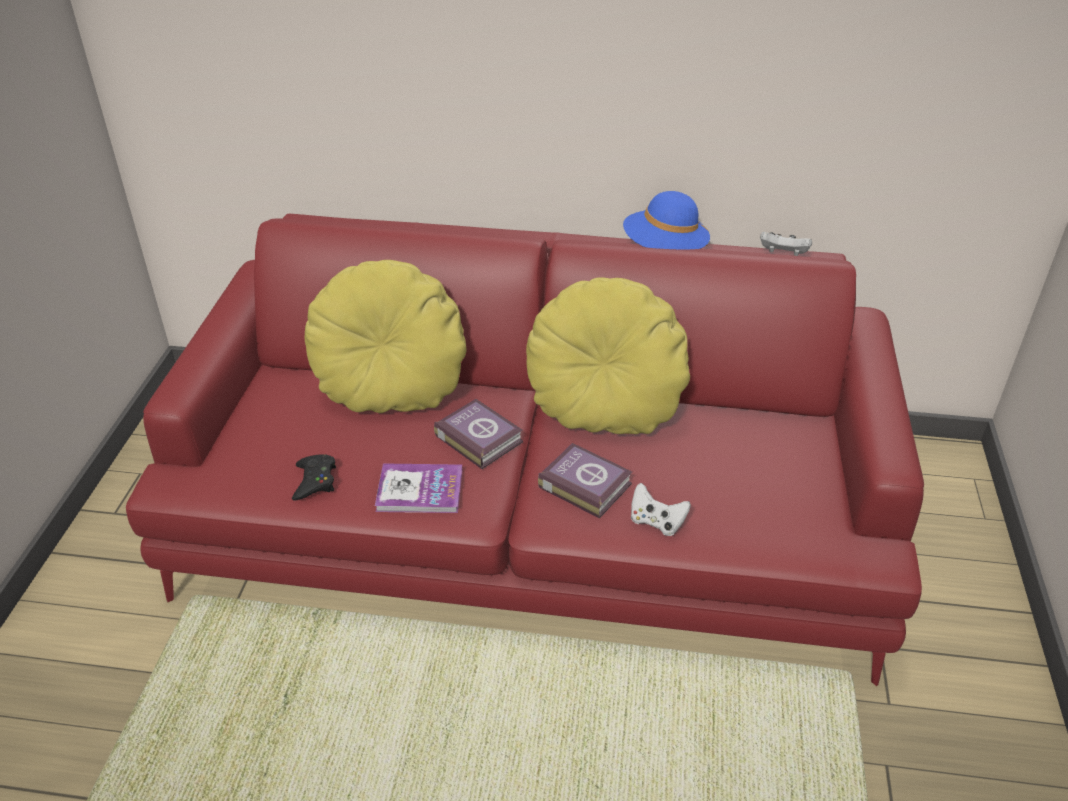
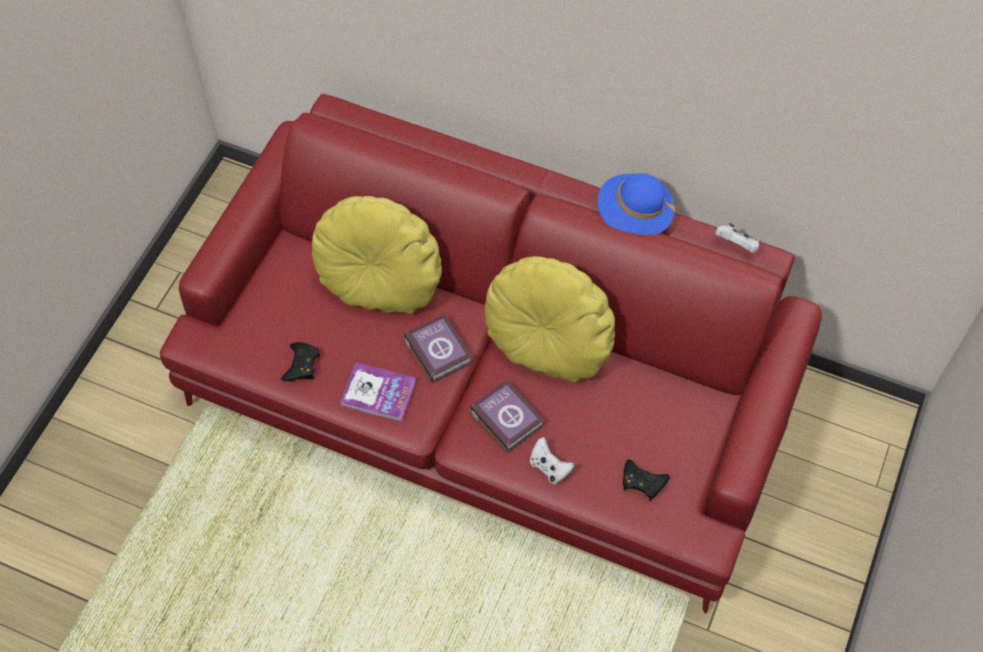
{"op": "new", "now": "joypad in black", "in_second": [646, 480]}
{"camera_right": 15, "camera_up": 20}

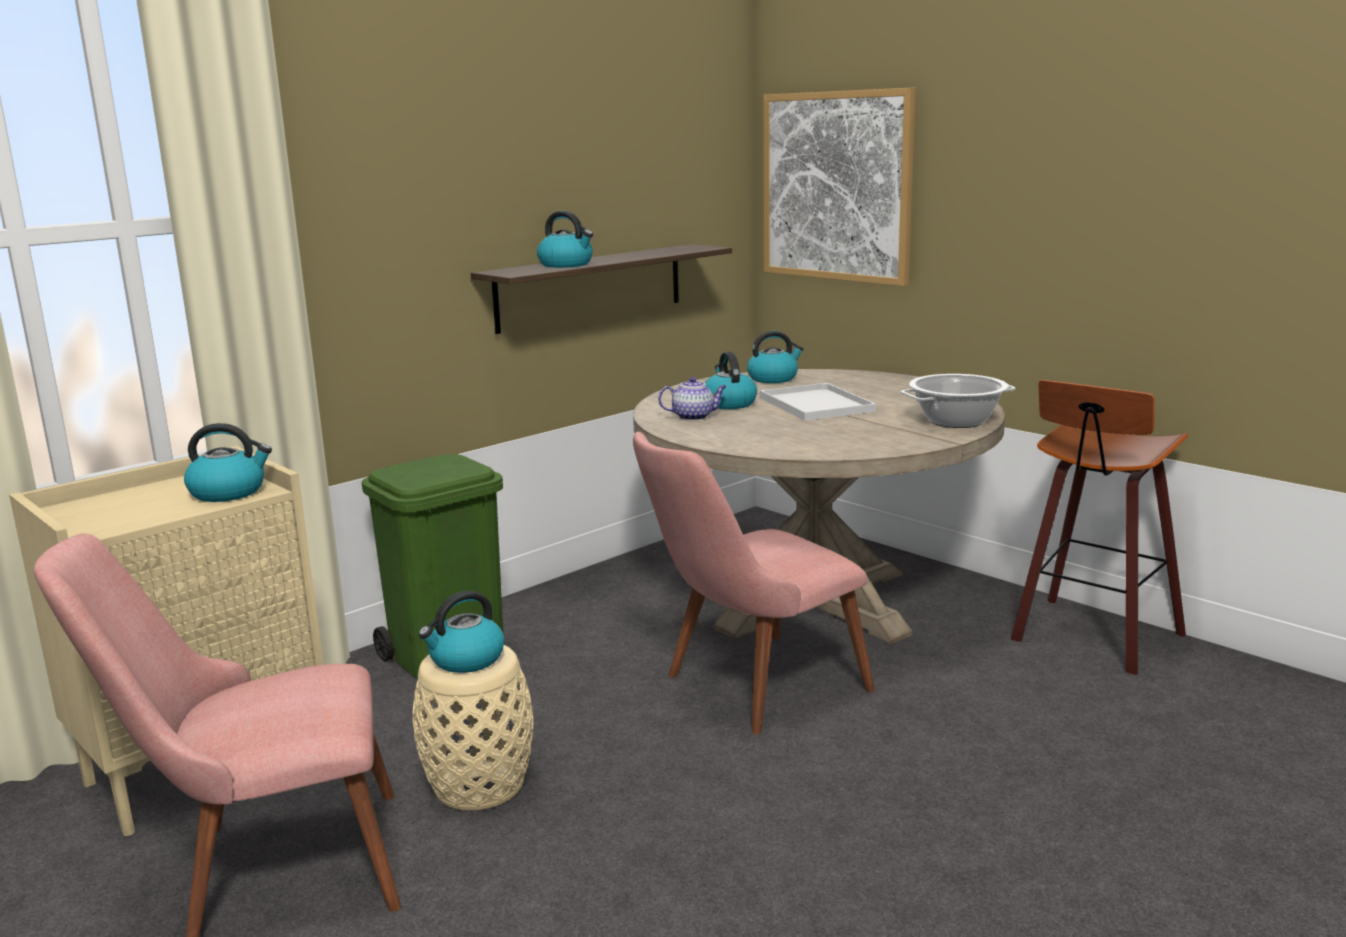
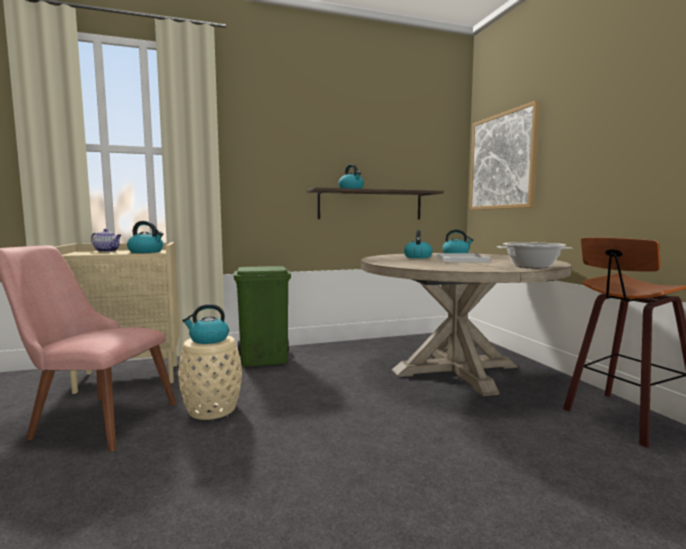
{"op": "shifted", "was": "pot for tea", "in_first": [692, 399], "in_second": [106, 240]}
{"op": "gone", "was": "upright chair in pink-coloured", "in_first": [754, 583]}
{"camera_right": 25, "camera_up": -10}

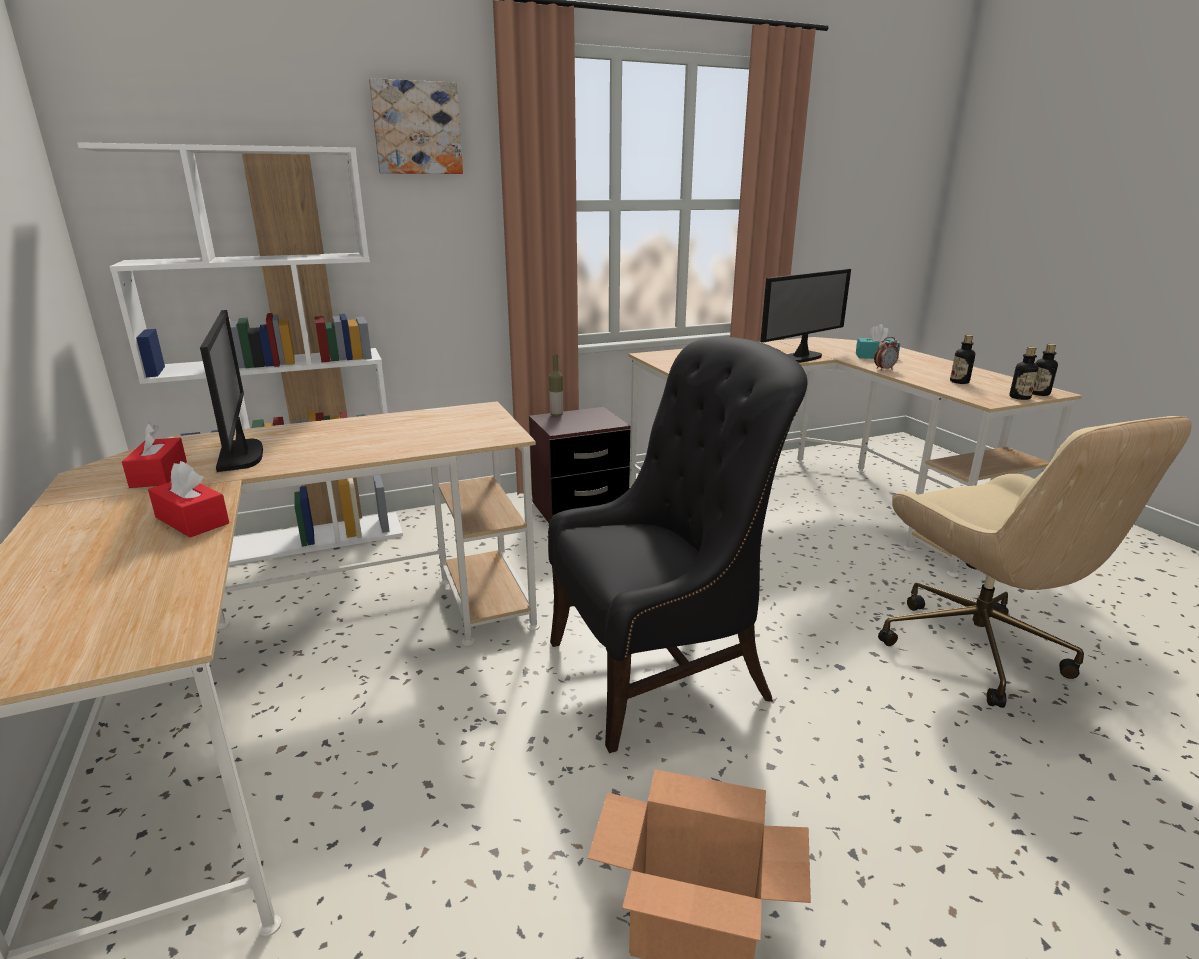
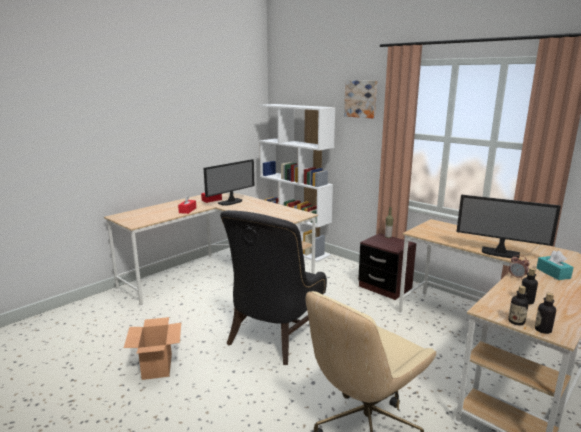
{"op": "rotated", "was": "upright chair in black", "in_first": [678, 545], "in_second": [273, 287], "clockwise": 75}
{"camera_right": 65, "camera_up": -5}

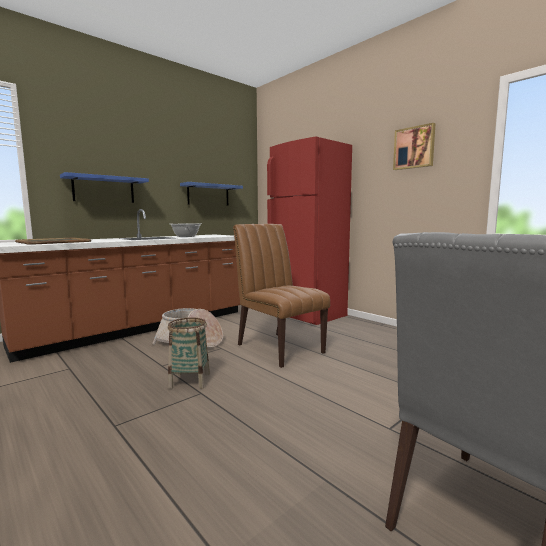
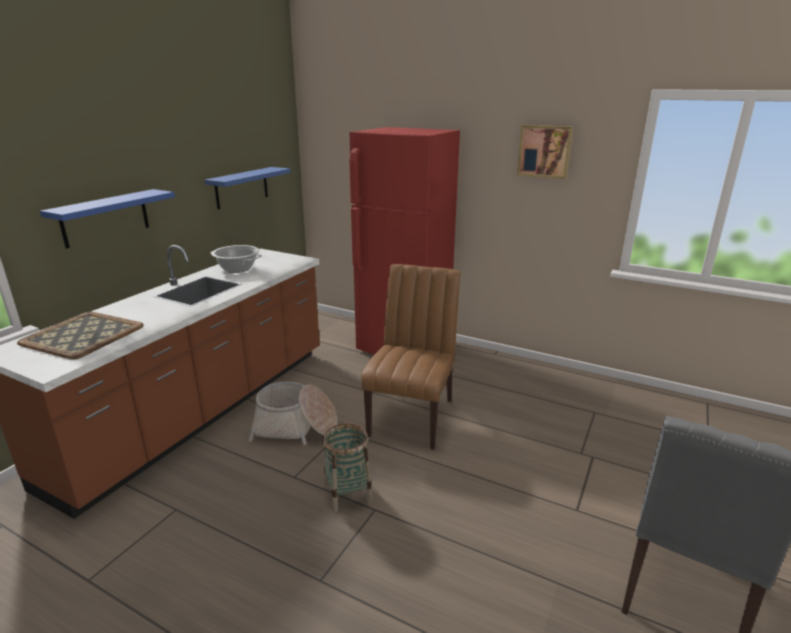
{"op": "rotated", "was": "upright chair in brownish", "in_first": [281, 296], "in_second": [411, 357], "clockwise": 75}
{"camera_right": -20, "camera_up": 15}

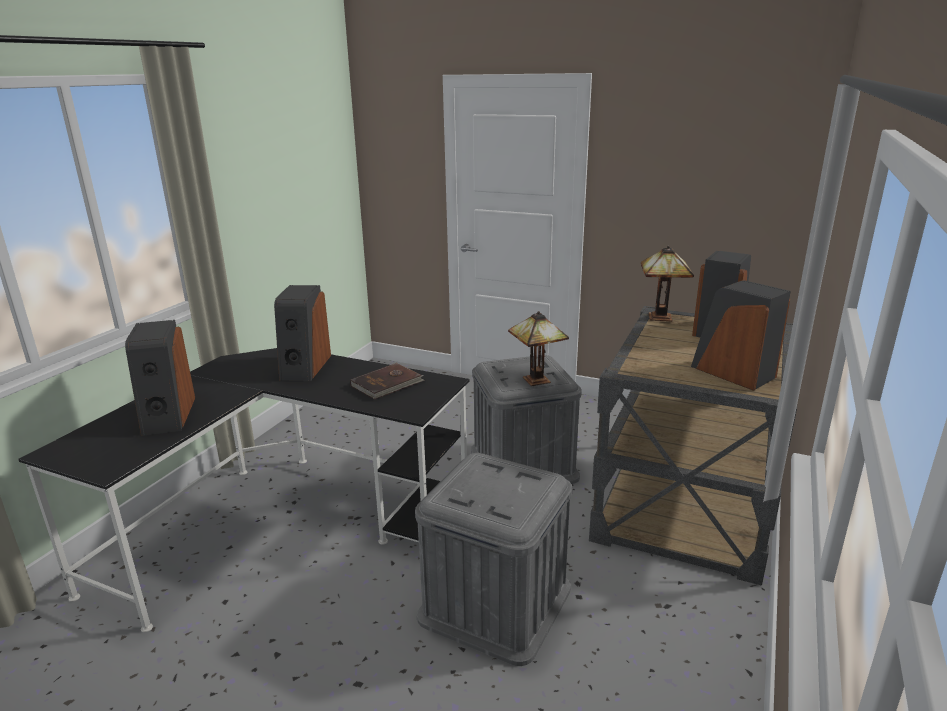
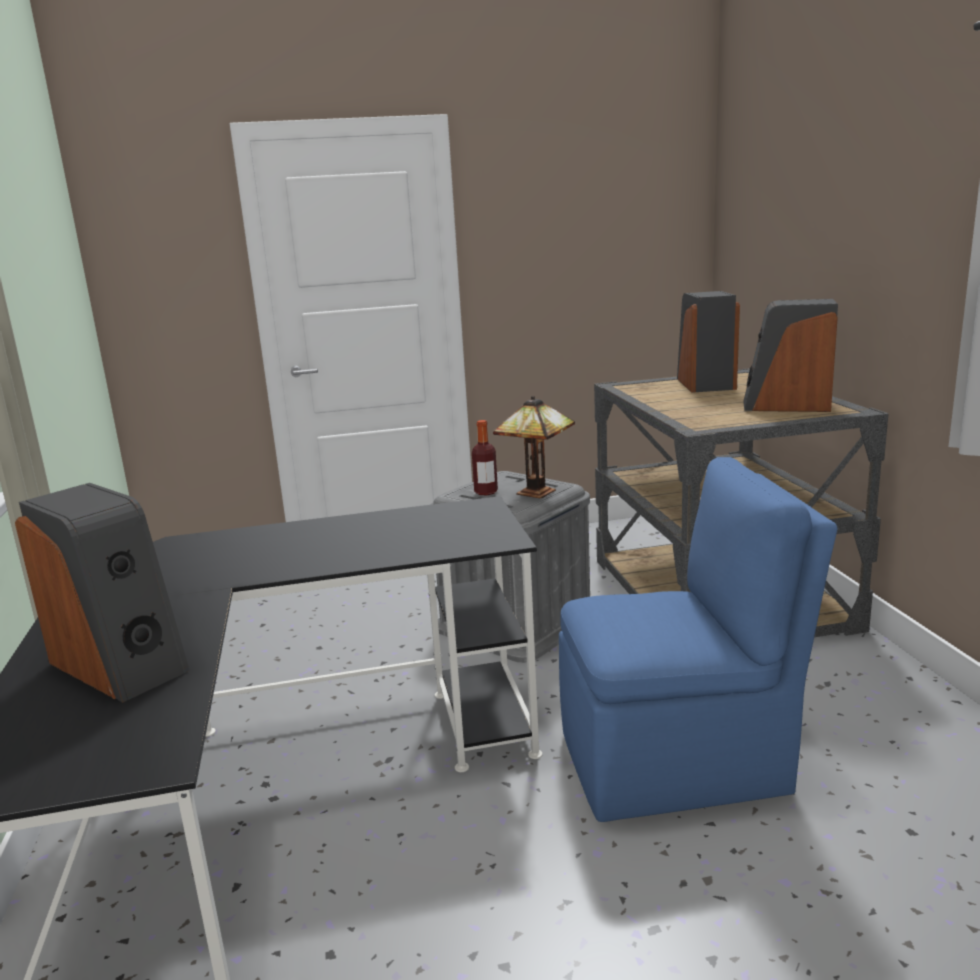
{"op": "new", "now": "drink bottle", "in_second": [485, 457]}
{"op": "swapped", "was": "storage bin in grey", "now": "upright chair in blue", "in_first": [493, 559], "in_second": [698, 639]}
{"op": "gone", "was": "audio speaker", "in_first": [302, 333]}
{"op": "gone", "was": "book in brownish", "in_first": [387, 381]}
{"op": "gone", "was": "table lamp", "in_first": [667, 283]}
{"camera_right": -35, "camera_up": -5}

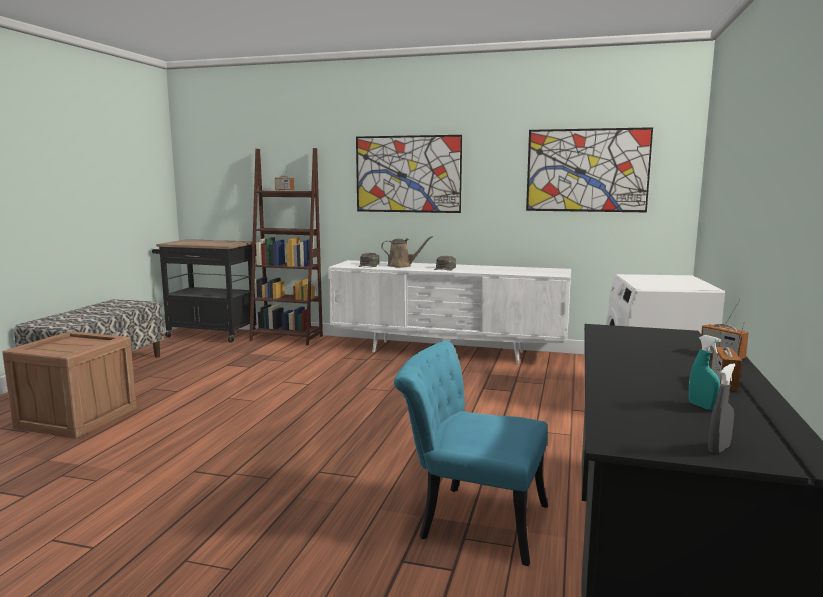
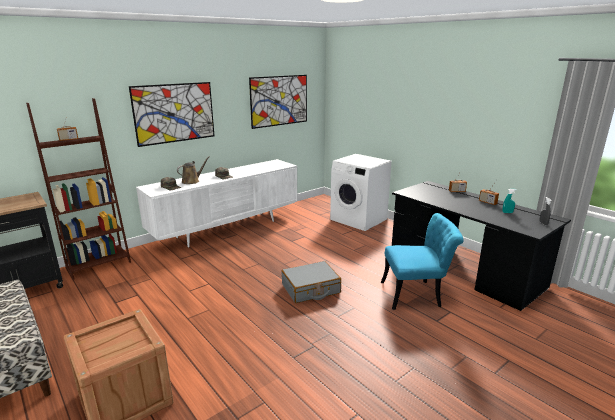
{"op": "new", "now": "travel case in grey", "in_second": [311, 282]}
{"op": "rotated", "was": "upright chair in turquoise", "in_first": [471, 453], "in_second": [422, 261], "clockwise": -150}
{"camera_right": -55, "camera_up": 10}

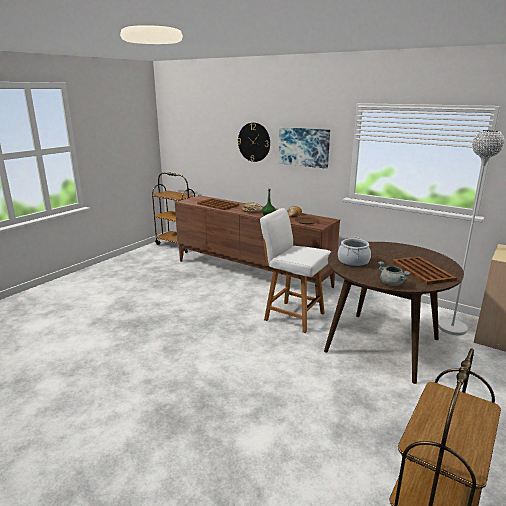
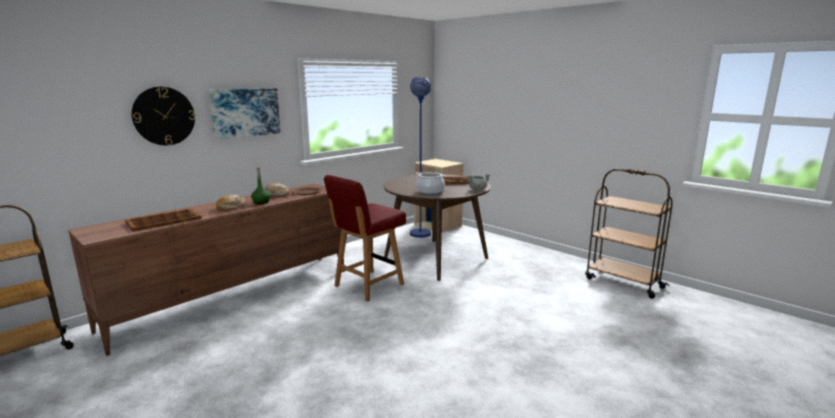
{"op": "repainted", "was": "upright chair in whitish", "now": "upright chair in reddish", "in_first": [295, 270], "in_second": [365, 238]}
{"op": "repainted", "was": "standing lamp in whitish", "now": "standing lamp in blue", "in_first": [471, 232], "in_second": [420, 157]}
{"camera_right": -80, "camera_up": -5}

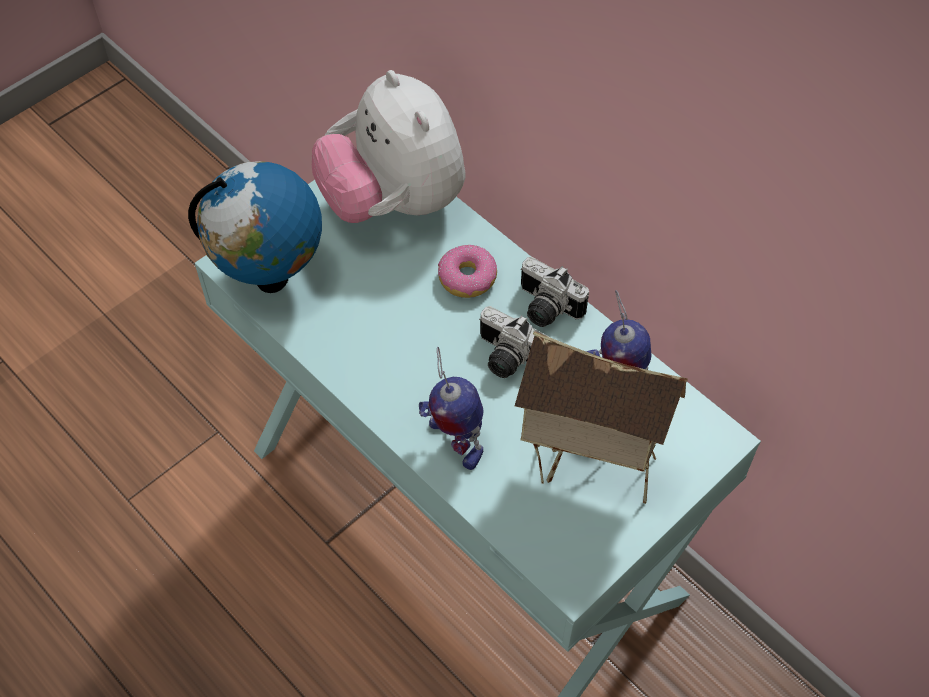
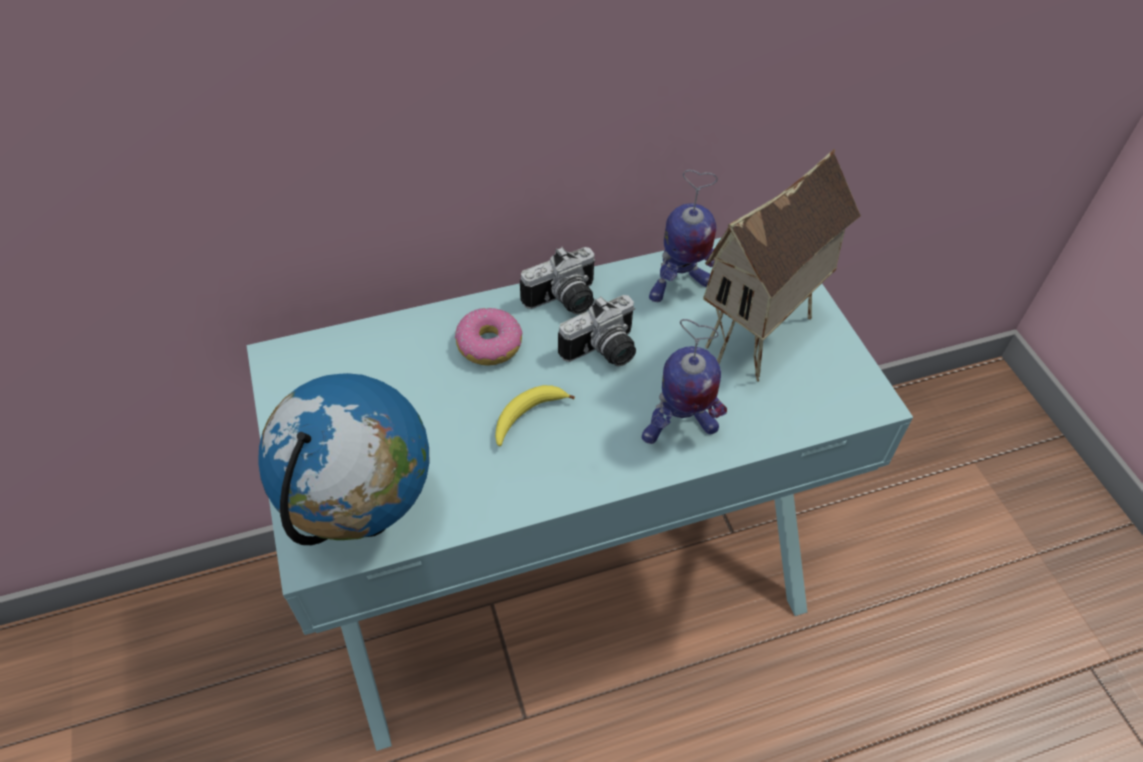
{"op": "new", "now": "banana", "in_second": [535, 415]}
{"op": "gone", "was": "soft toy", "in_first": [388, 146]}
{"camera_right": -65, "camera_up": -5}

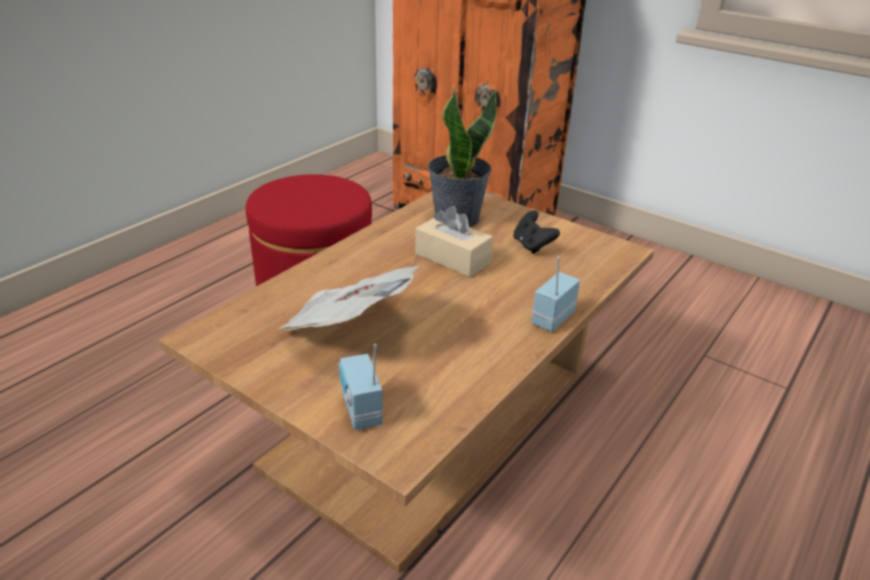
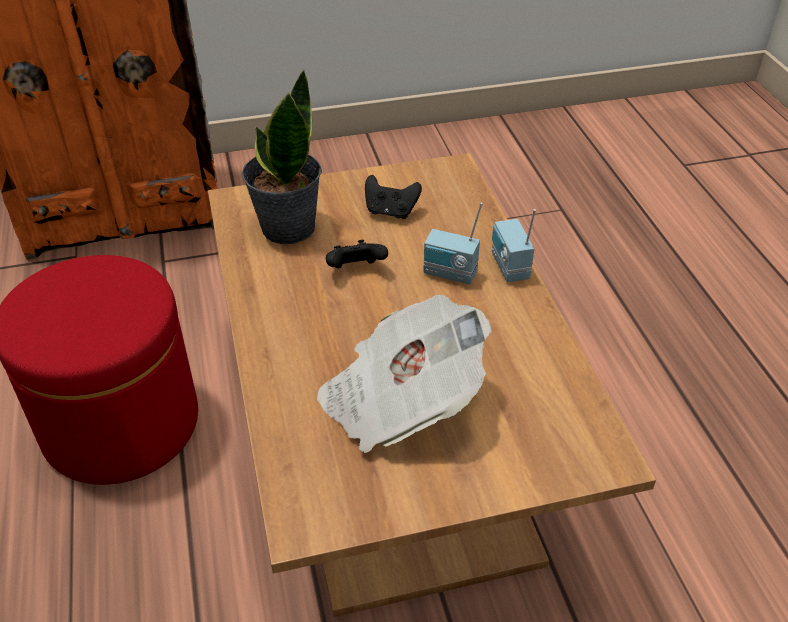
{"op": "swapped", "was": "tissue holder in sand-coloured", "now": "joypad in black", "in_first": [454, 241], "in_second": [357, 254]}
{"op": "shifted", "was": "radio", "in_first": [361, 387], "in_second": [453, 243]}
{"camera_right": -50, "camera_up": 10}

